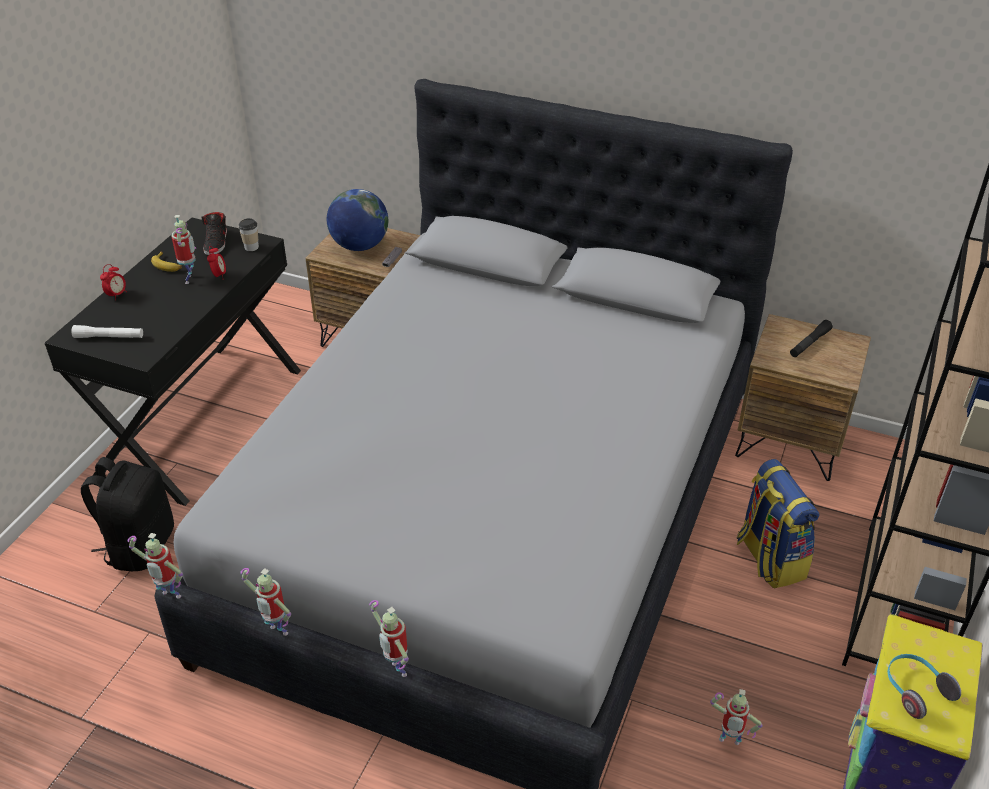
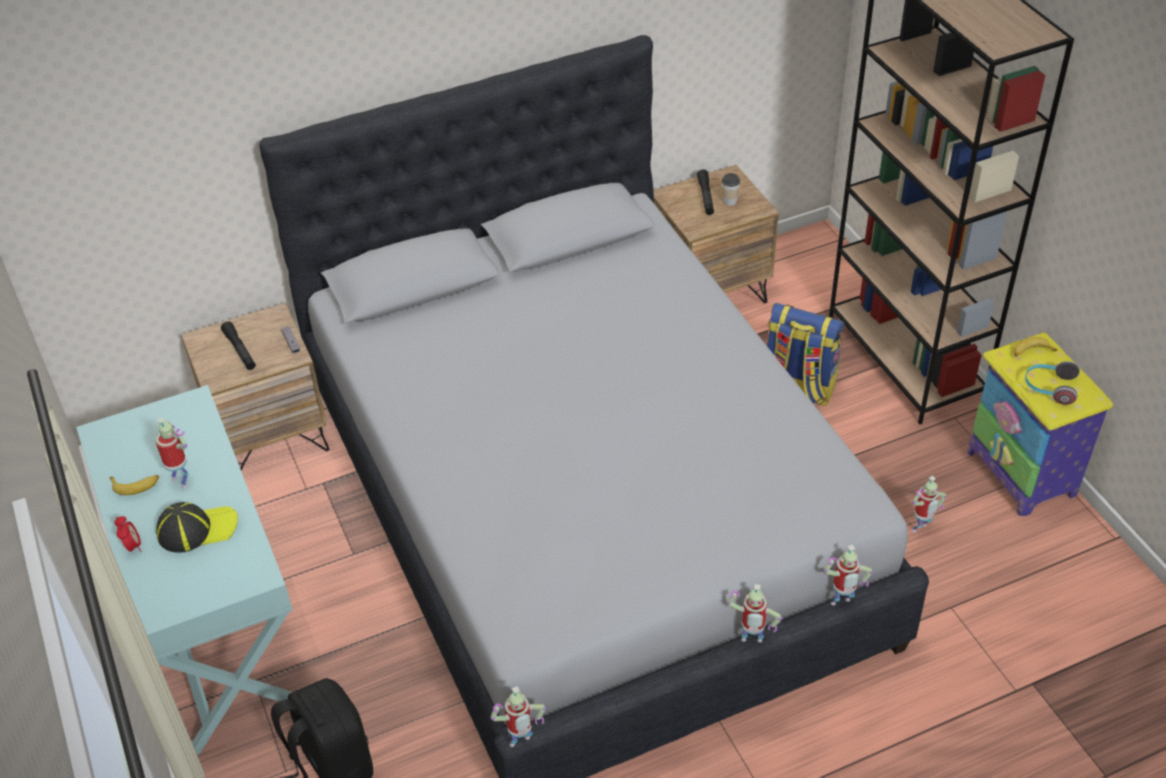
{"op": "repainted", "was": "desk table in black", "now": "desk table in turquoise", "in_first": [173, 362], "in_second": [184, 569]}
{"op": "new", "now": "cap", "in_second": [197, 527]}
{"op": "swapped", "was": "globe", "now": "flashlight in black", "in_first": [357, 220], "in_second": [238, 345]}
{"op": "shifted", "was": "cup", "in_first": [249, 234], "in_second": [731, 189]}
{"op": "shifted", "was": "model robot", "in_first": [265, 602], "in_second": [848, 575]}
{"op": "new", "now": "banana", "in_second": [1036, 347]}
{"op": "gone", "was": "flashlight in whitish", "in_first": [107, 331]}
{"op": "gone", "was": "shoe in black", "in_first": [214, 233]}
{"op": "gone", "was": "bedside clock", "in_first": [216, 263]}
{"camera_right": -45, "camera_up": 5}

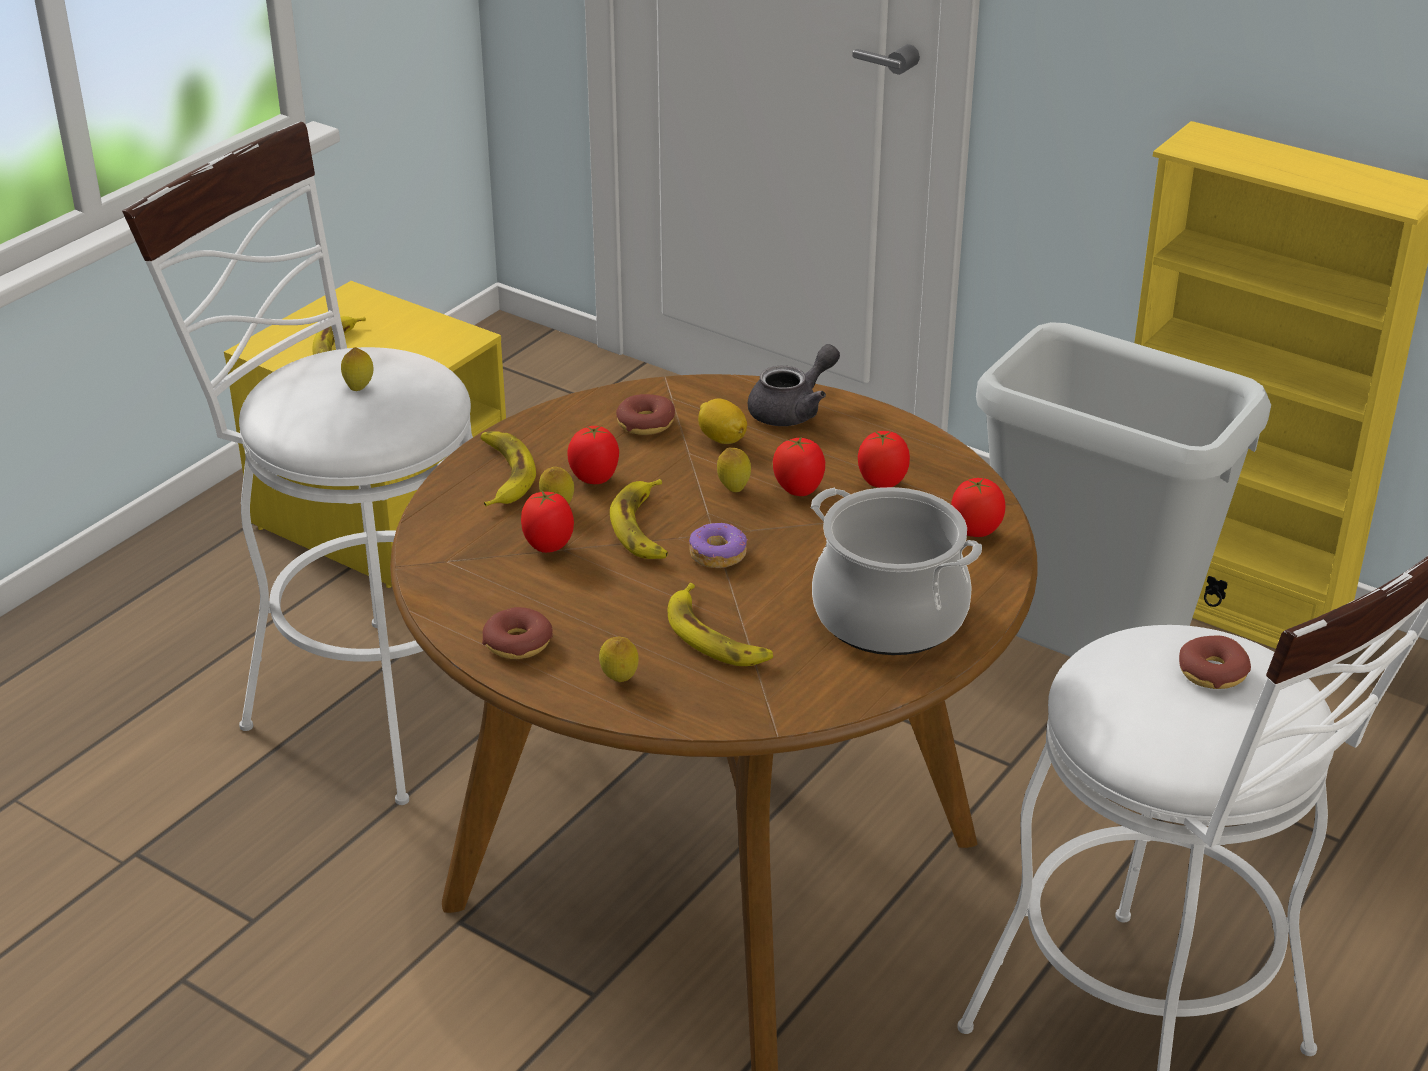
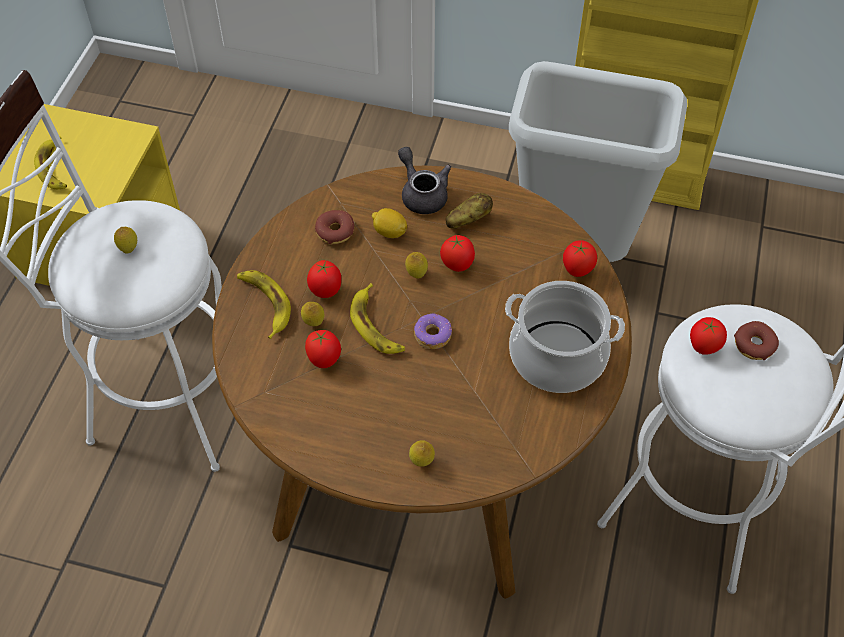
{"op": "rotated", "was": "pot for tea in grey", "in_first": [794, 385], "in_second": [424, 180], "clockwise": -60}
{"op": "new", "now": "potato", "in_second": [469, 211]}
{"op": "shifted", "was": "whole tomato", "in_first": [884, 459], "in_second": [708, 336]}
{"op": "gone", "was": "ring doughnut", "in_first": [517, 633]}
{"op": "gone", "was": "banana", "in_first": [720, 624]}
{"camera_right": -20, "camera_up": 20}

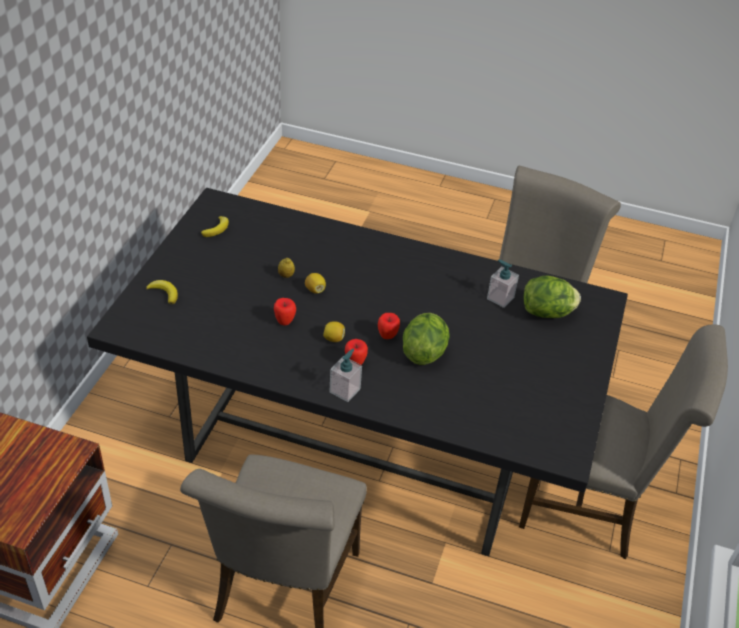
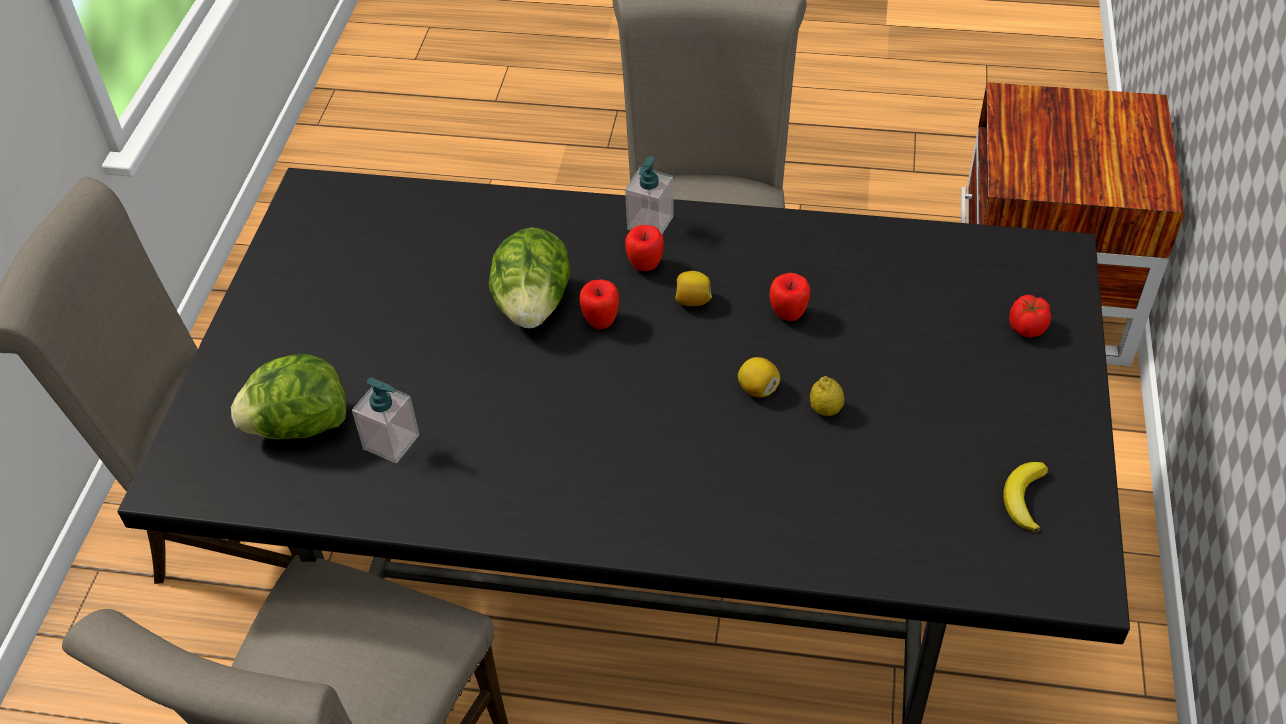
{"op": "swapped", "was": "banana", "now": "whole tomato", "in_first": [162, 292], "in_second": [1030, 316]}
{"camera_right": 175, "camera_up": 5}

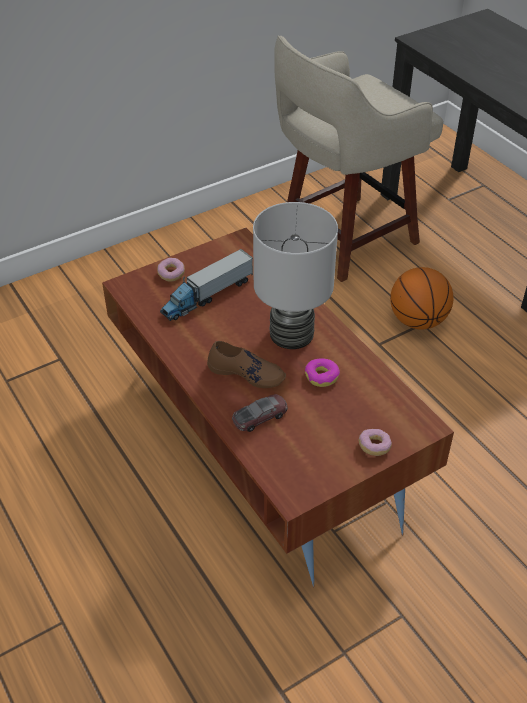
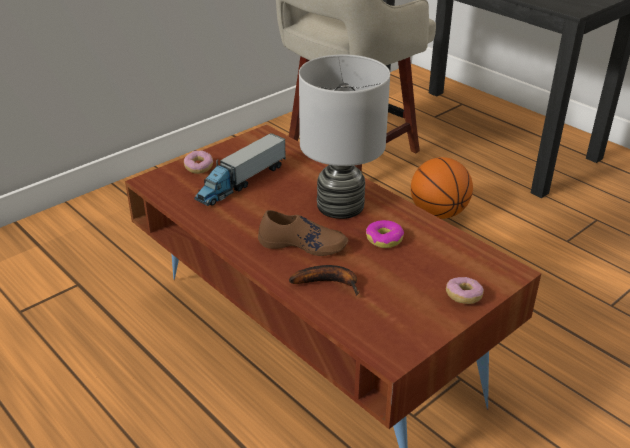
{"op": "swapped", "was": "model car", "now": "banana", "in_first": [260, 413], "in_second": [324, 280]}
{"camera_right": -10, "camera_up": -10}

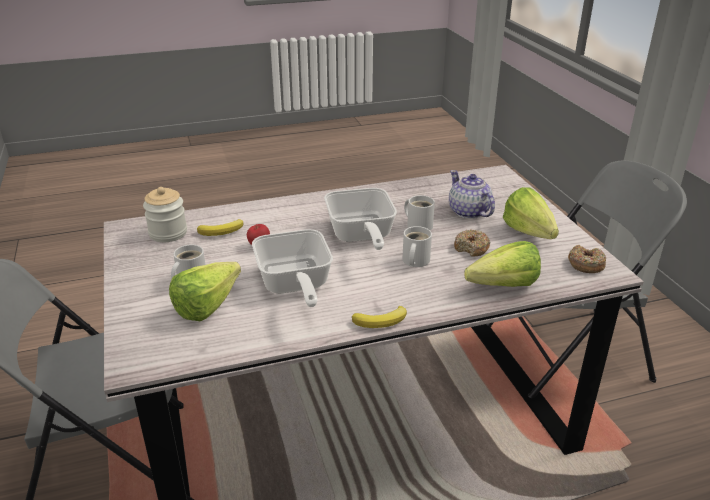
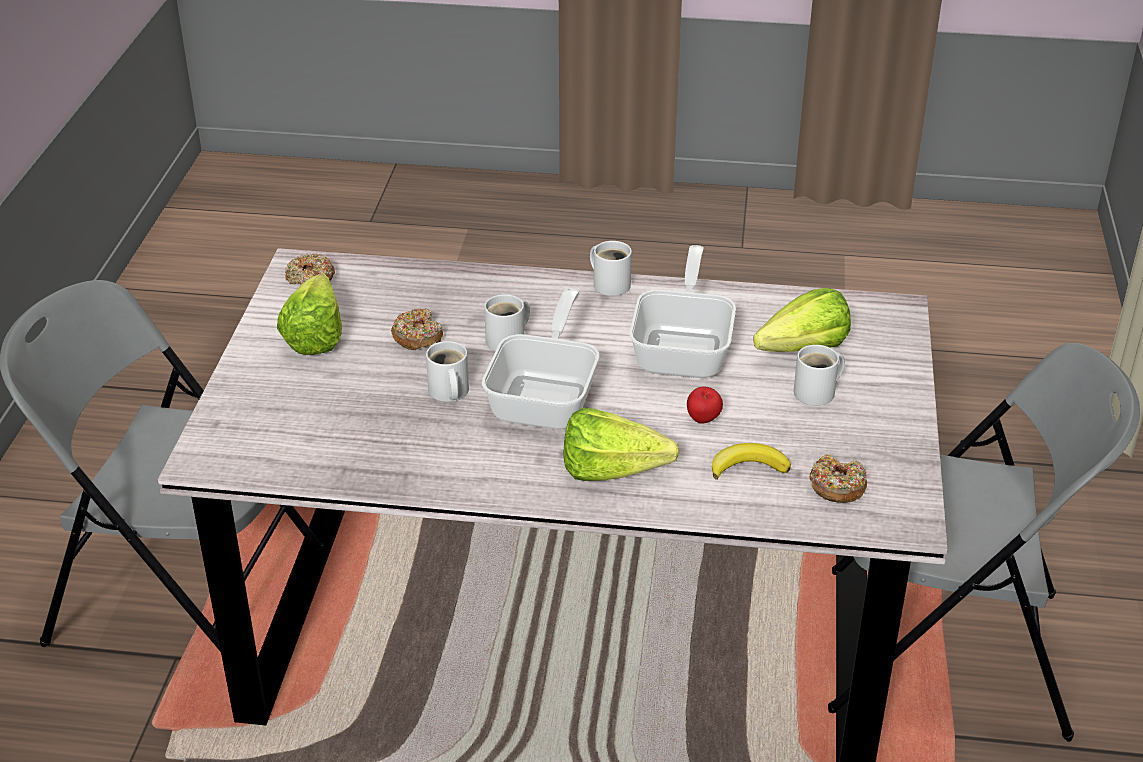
{"op": "shifted", "was": "lettuce", "in_first": [502, 264], "in_second": [622, 444]}
{"op": "swapped", "was": "banana", "now": "tea mug in whitish", "in_first": [379, 317], "in_second": [611, 268]}
{"op": "swapped", "was": "storage jar", "now": "ring doughnut", "in_first": [165, 214], "in_second": [838, 478]}
{"op": "gone", "was": "pot for tea", "in_first": [472, 194]}
{"camera_right": -155, "camera_up": 5}

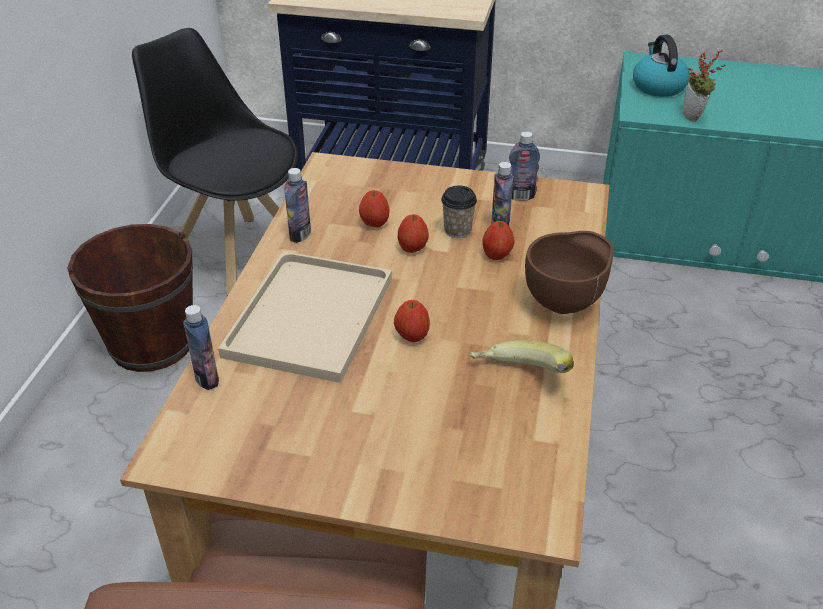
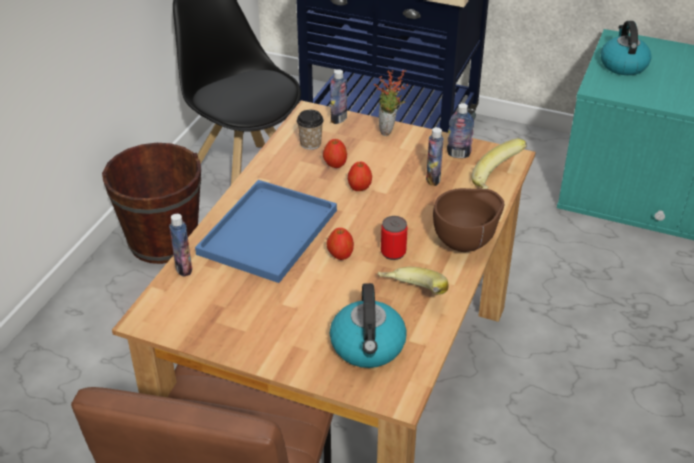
{"op": "repainted", "was": "serving tray in sand-coloured", "now": "serving tray in blue", "in_first": [305, 317], "in_second": [266, 231]}
{"op": "shifted", "was": "cup", "in_first": [459, 212], "in_second": [310, 130]}
{"op": "shifted", "was": "drink bottle", "in_first": [298, 205], "in_second": [338, 96]}
{"op": "new", "now": "water kettle", "in_second": [368, 325]}
{"op": "shifted", "was": "houseplant", "in_first": [704, 86], "in_second": [391, 103]}
{"op": "new", "now": "metal can", "in_second": [394, 238]}
{"op": "new", "now": "banana", "in_second": [499, 164]}
{"op": "gone", "was": "apple fruit", "in_first": [498, 240]}
{"camera_right": 10, "camera_up": 0}

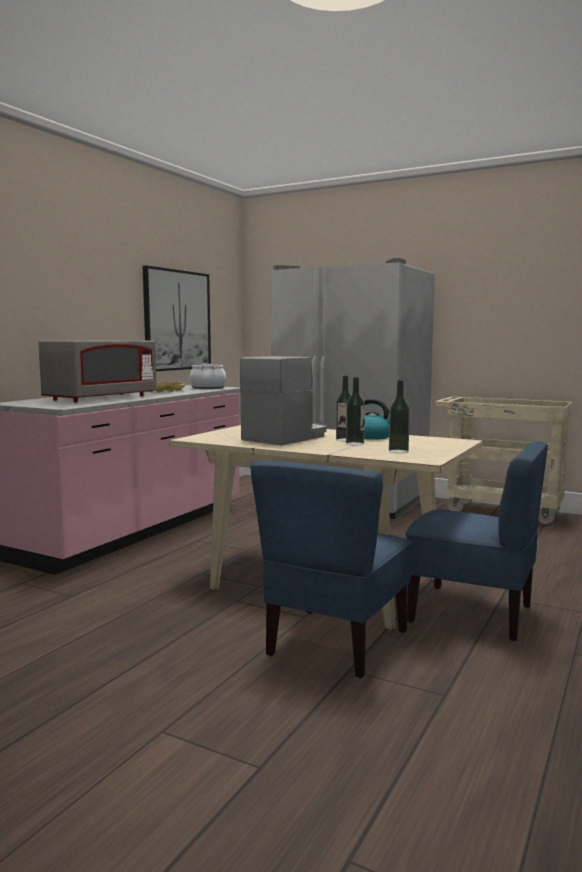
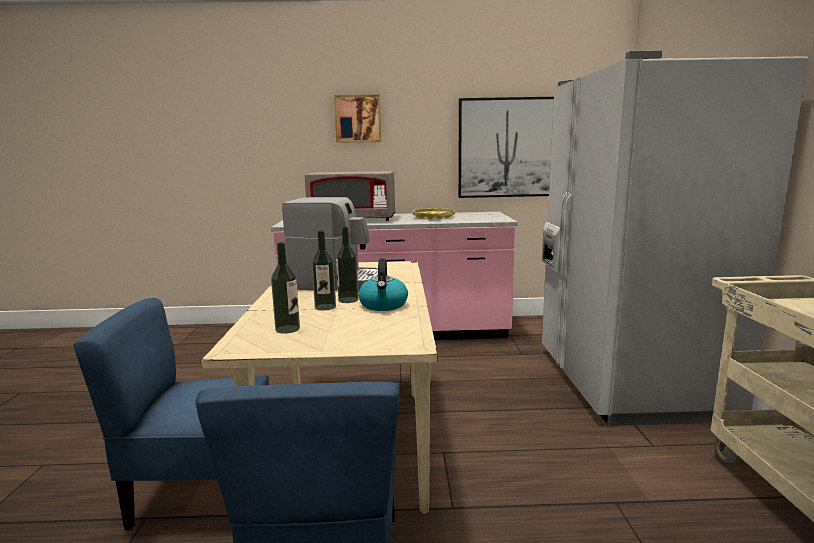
{"op": "new", "now": "wall picture", "in_second": [357, 119]}
{"op": "gone", "was": "stockpot", "in_first": [208, 376]}
{"camera_right": 60, "camera_up": 5}

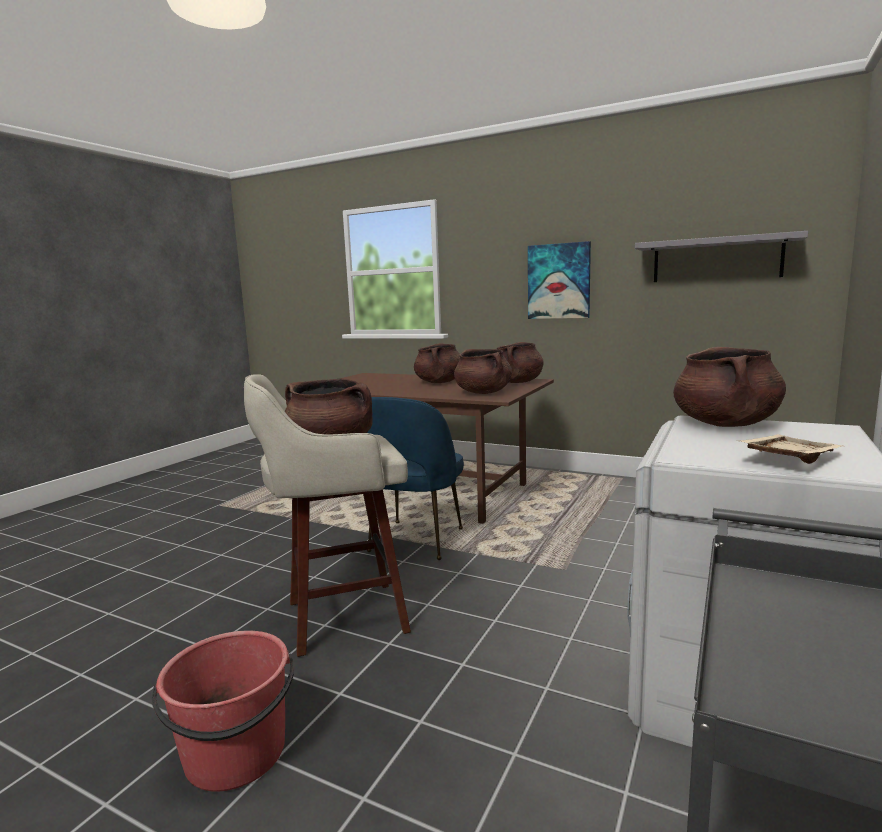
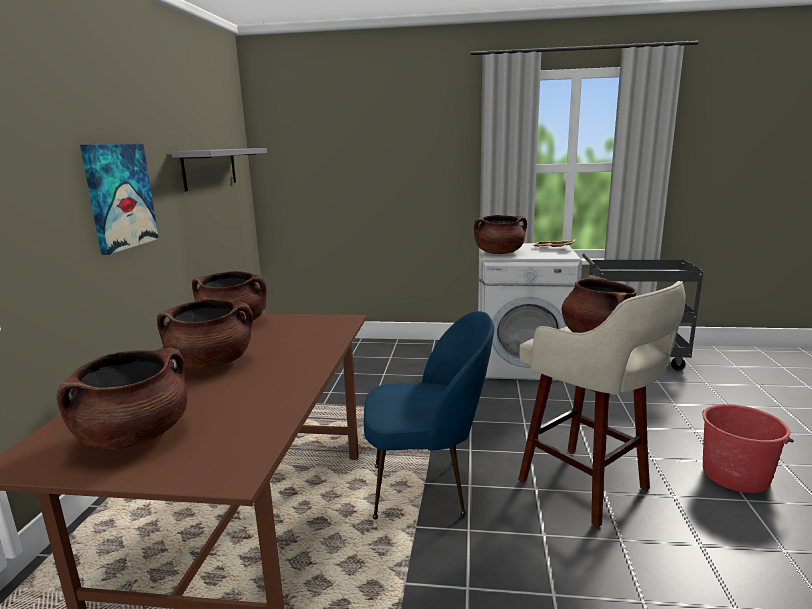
{"op": "shifted", "was": "stockpot in brownish", "in_first": [483, 371], "in_second": [122, 398]}
{"camera_right": -110, "camera_up": 5}

